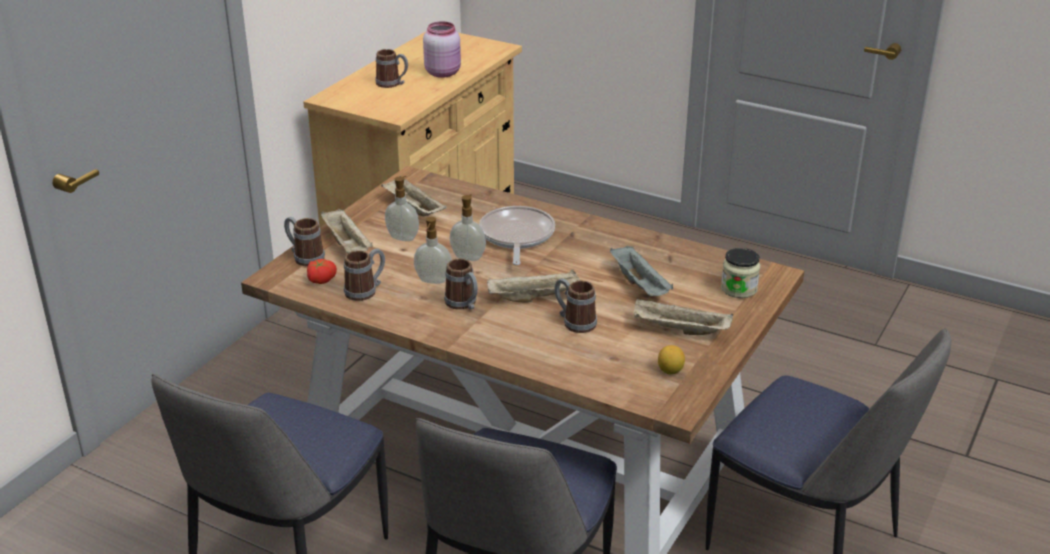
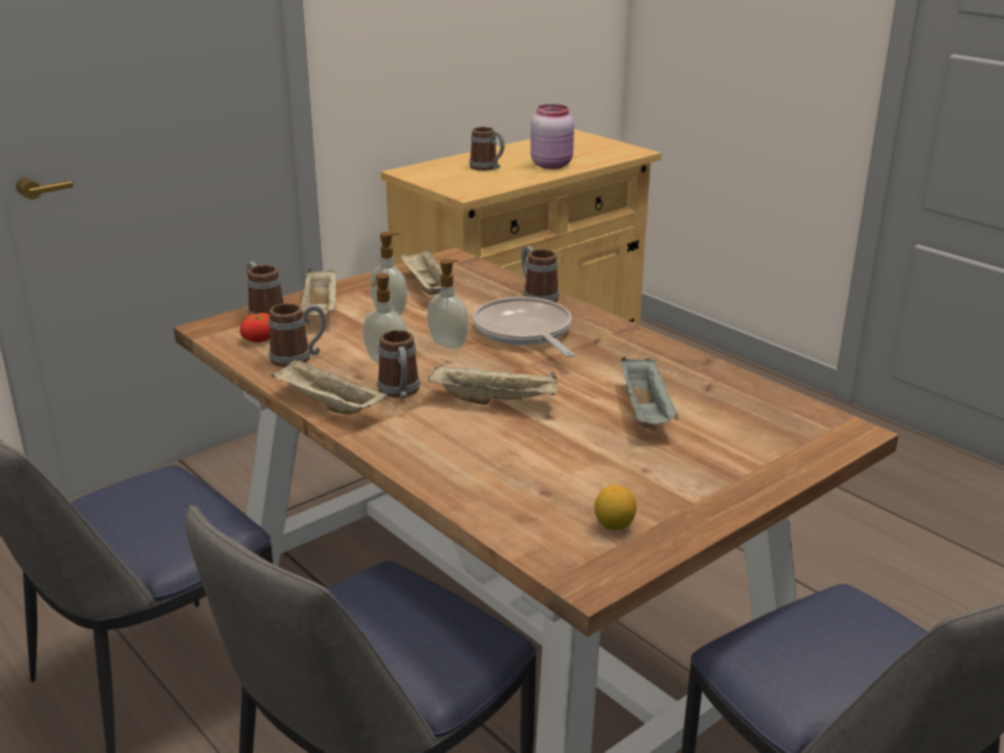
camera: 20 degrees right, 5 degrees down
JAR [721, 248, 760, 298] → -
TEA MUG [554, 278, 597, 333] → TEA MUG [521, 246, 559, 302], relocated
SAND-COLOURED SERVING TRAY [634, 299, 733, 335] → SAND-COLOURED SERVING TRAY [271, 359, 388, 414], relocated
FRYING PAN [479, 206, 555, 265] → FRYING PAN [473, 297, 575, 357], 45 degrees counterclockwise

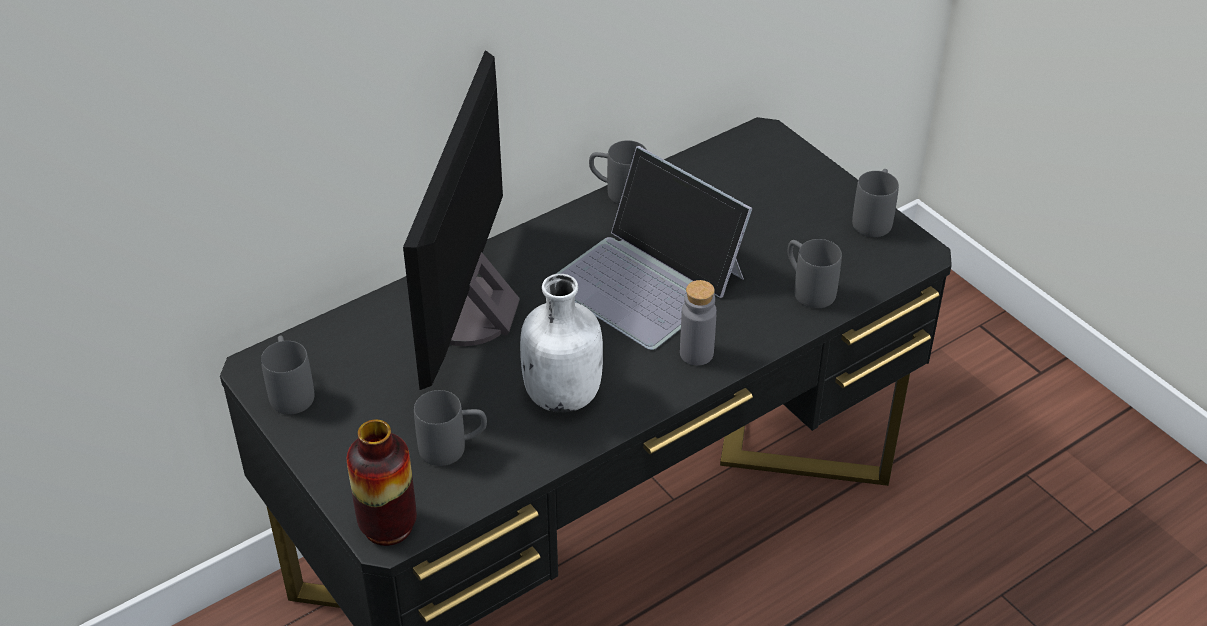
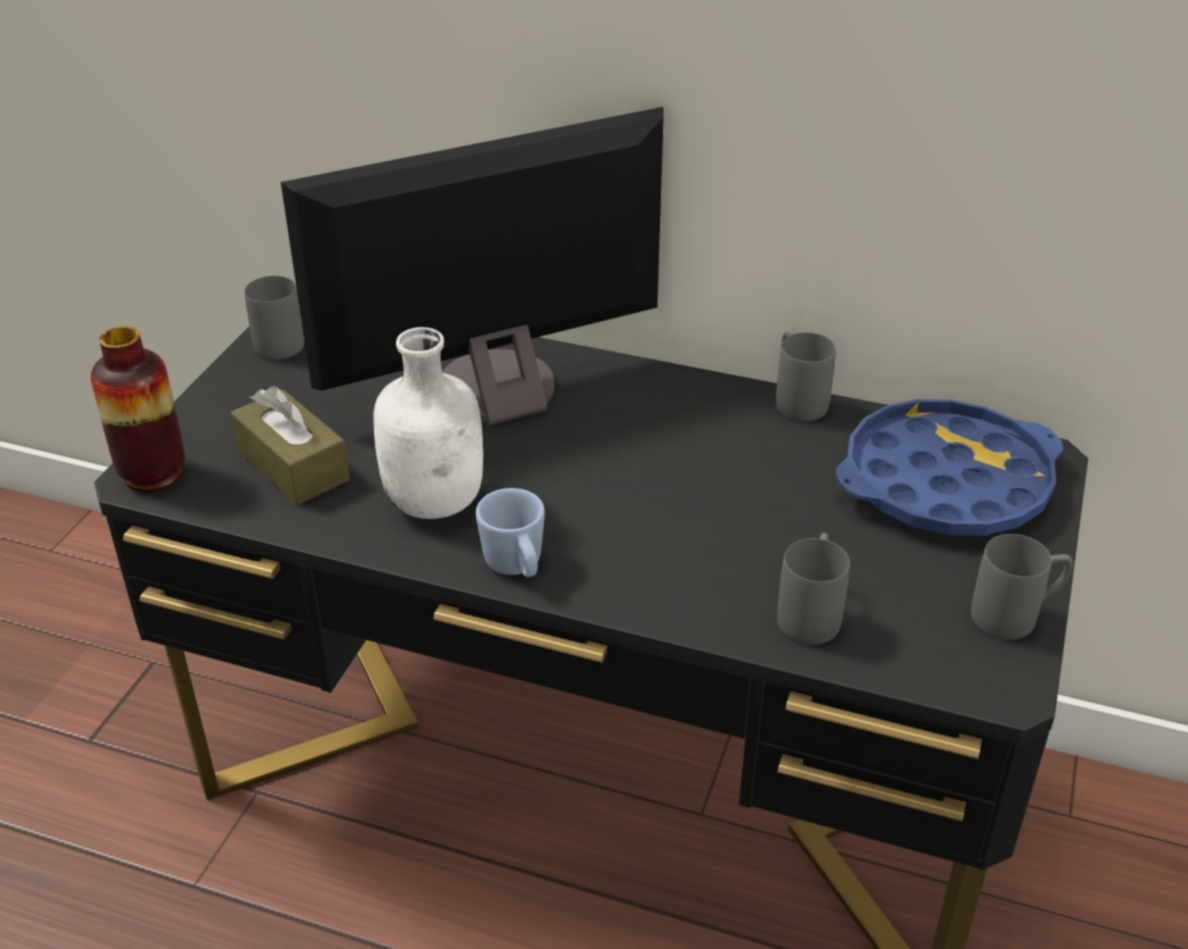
camera: 55 degrees right, 5 degrees down
PORTABLE COMPUTER [556, 146, 753, 350] → -
GRAY BEVERAGE BOTTLE [680, 280, 717, 366] → -
- → BLUE TEA MUG [476, 488, 545, 577]
- → BLUE SERVING TRAY [836, 399, 1063, 536]
GRAY TEA MUG [414, 390, 487, 466] → BROWN-COLOURED TISSUE HOLDER [231, 386, 350, 505]

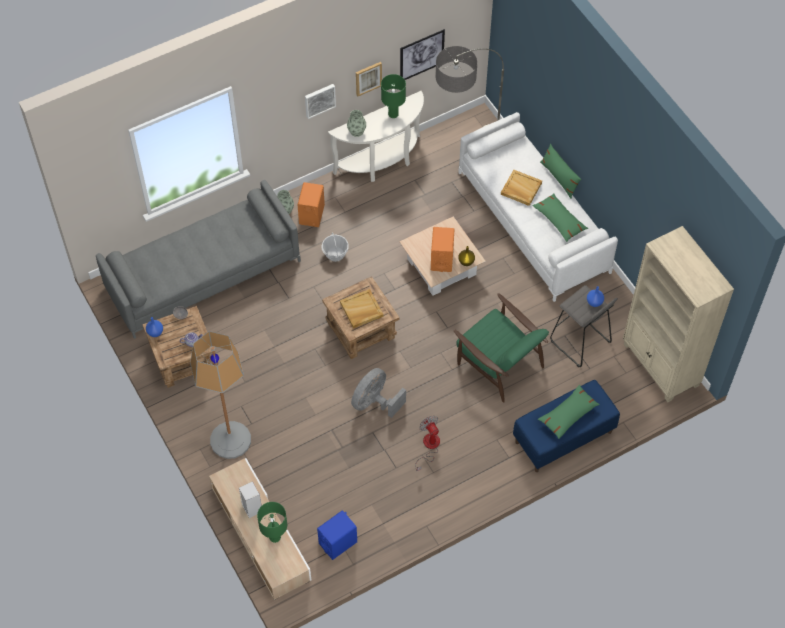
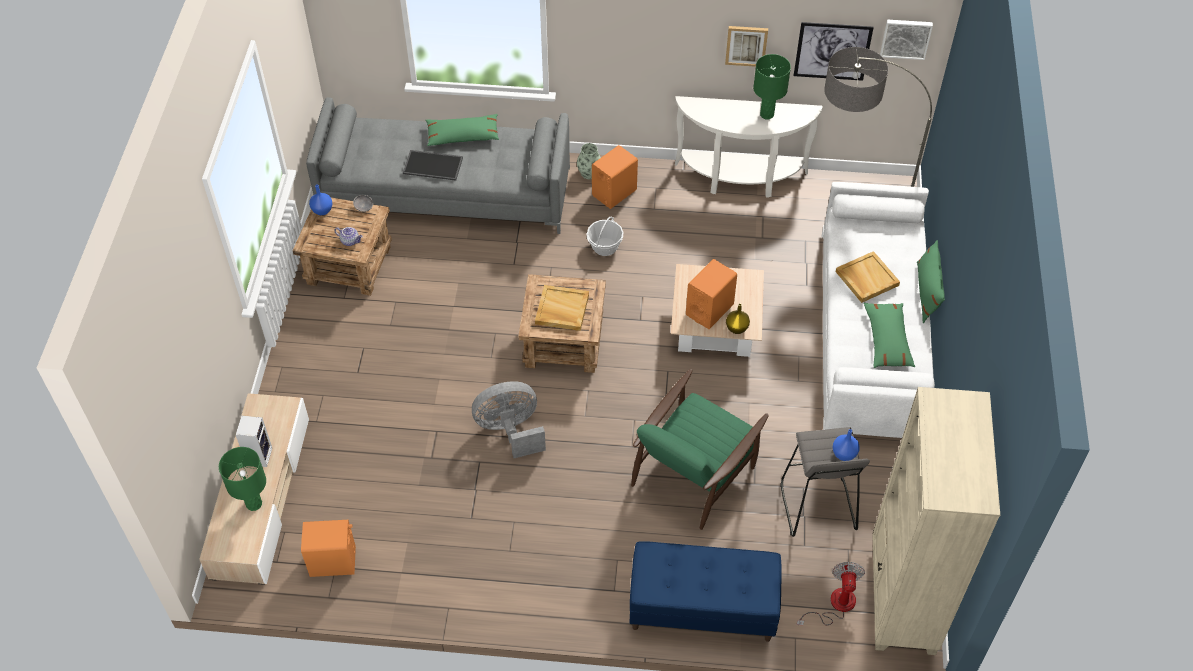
camera: 35 degrees right, 5 degrees down
STANDING LAMP [190, 331, 251, 459] → -
FLOWER VASE [347, 110, 366, 137] → -
- → SERVING TRAY [403, 150, 463, 181]
PICTURE [305, 84, 336, 119] → PICTURE [880, 20, 933, 60], relocated
COOLING FAN [415, 416, 440, 471] → COOLING FAN [796, 562, 865, 625], relocated
GREENISH CUSHION [538, 385, 600, 439] → GREENISH CUSHION [425, 114, 499, 146], relocated
BLUE SPEAKER [317, 510, 357, 560] → ORANGE-COLOURED SPEAKER [301, 520, 356, 577]
GREENISH ARMCHAIR [454, 293, 549, 402] → GREENISH ARMCHAIR [631, 369, 769, 530], 45 degrees clockwise

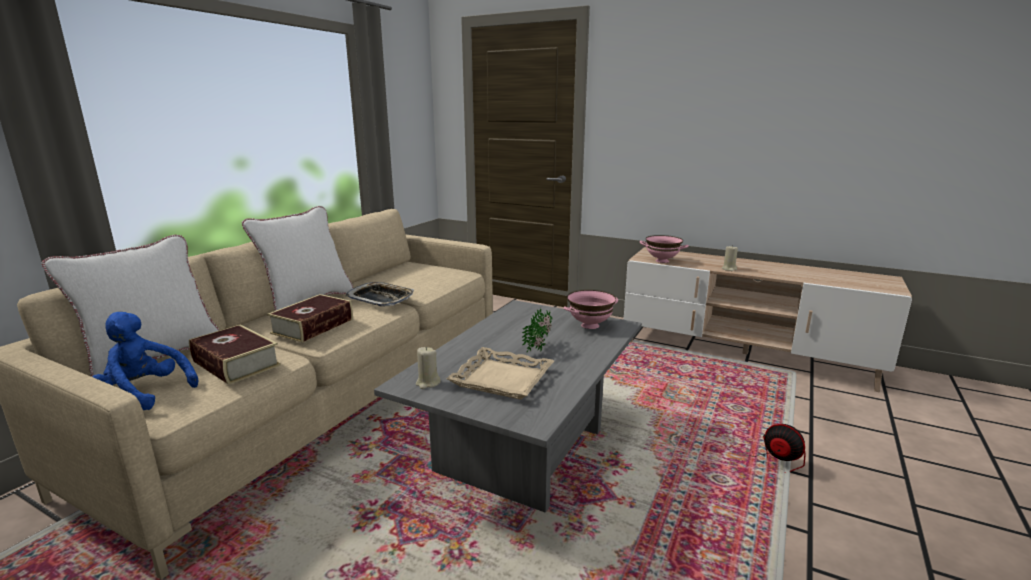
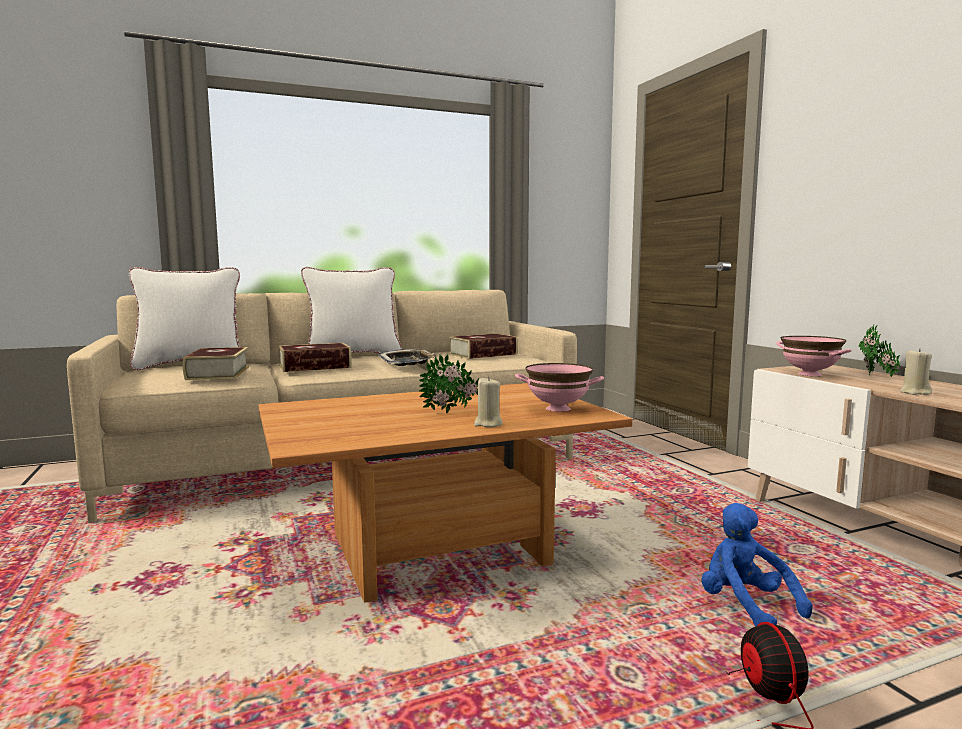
camera: 40 degrees right, 10 degrees down
SAND-COLOURED SERVING TRAY [446, 347, 554, 400] → -
- → BOOK [449, 333, 518, 359]
- → POTTED PLANT [859, 324, 901, 377]
BLUE CUDDLY TOY [92, 312, 198, 410] → BLUE CUDDLY TOY [701, 503, 813, 627], relocated
SAND-COLOURED CANDLE [416, 347, 441, 389] → SAND-COLOURED CANDLE [474, 376, 503, 427], relocated
GRAY LOUNGE TABLE [374, 300, 642, 513] → BROWN-COLOURED LOUNGE TABLE [259, 383, 632, 603]

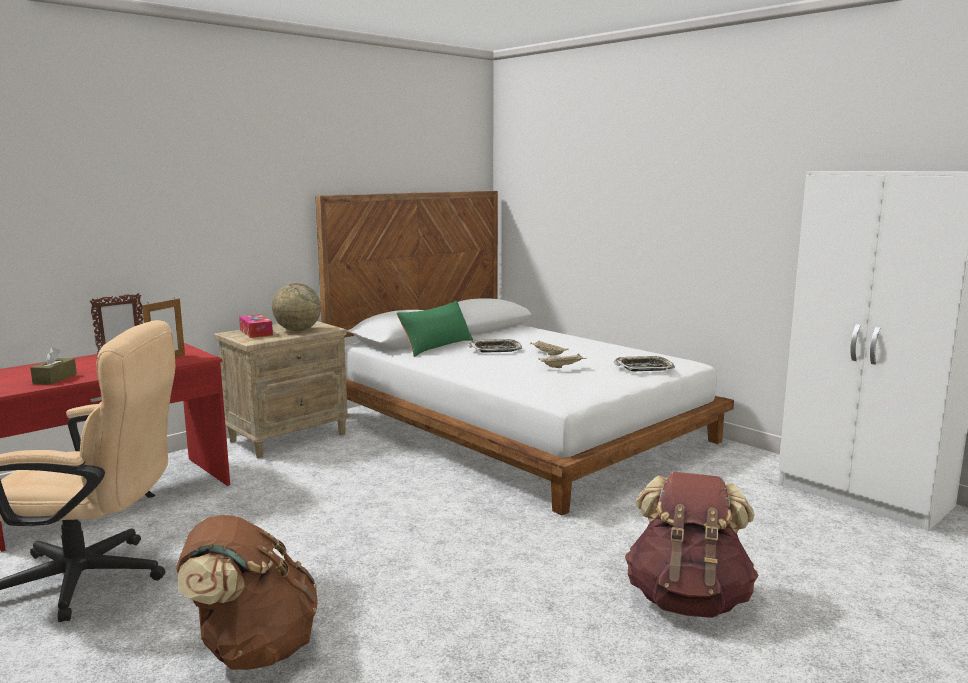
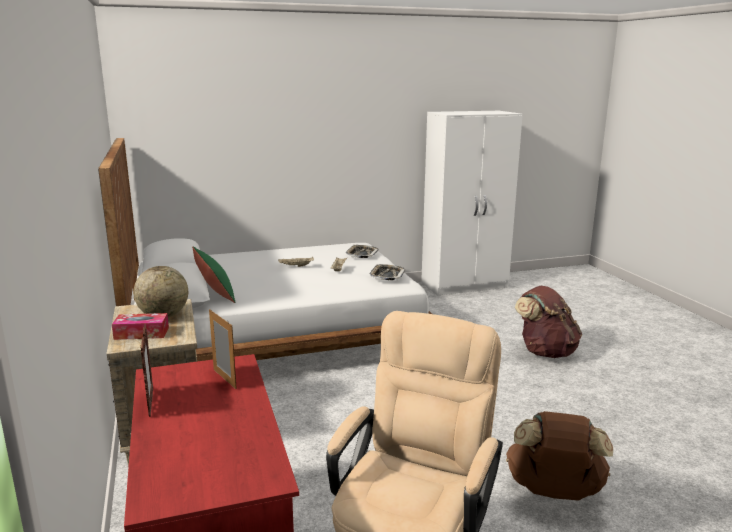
camera: 65 degrees left, 5 degrees up
BROWN-COLOURED TISSUE HOLDER [30, 347, 77, 385] → -
SERVING TRAY [468, 339, 522, 353] → SERVING TRAY [370, 264, 405, 280], relocated

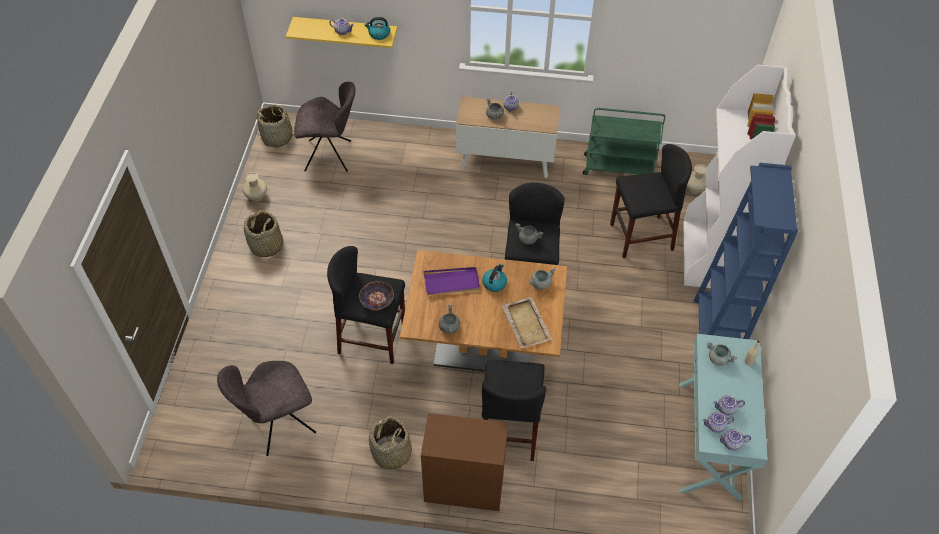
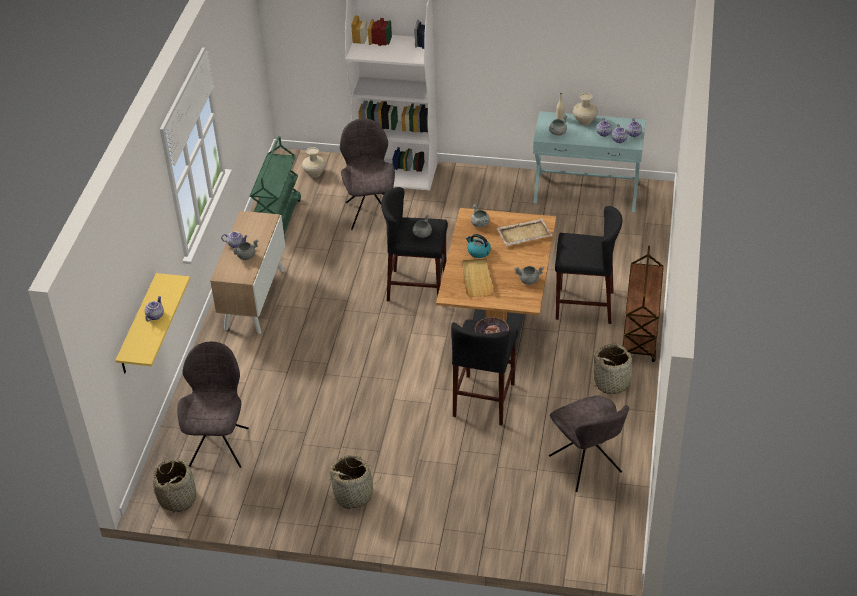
camera: 85 degrees left, 10 degrees down
KETTLE [365, 17, 390, 40] → -
BLUE BOOKCASE [694, 163, 798, 339] → -
SAND-COLOURED FLOWER VASE [242, 172, 267, 202] → SAND-COLOURED FLOWER VASE [573, 93, 598, 125], relocated
BROWN-COLOURED CABINET [421, 413, 508, 511] → BROWN-COLOURED TROLLEY [623, 246, 664, 362]
BLACKISH STOOL [610, 144, 692, 258] → GRAY CHAIR [340, 118, 395, 230]
PURPLE SERVING TRAY [423, 267, 480, 295] → SAND-COLOURED SERVING TRAY [462, 258, 495, 297]

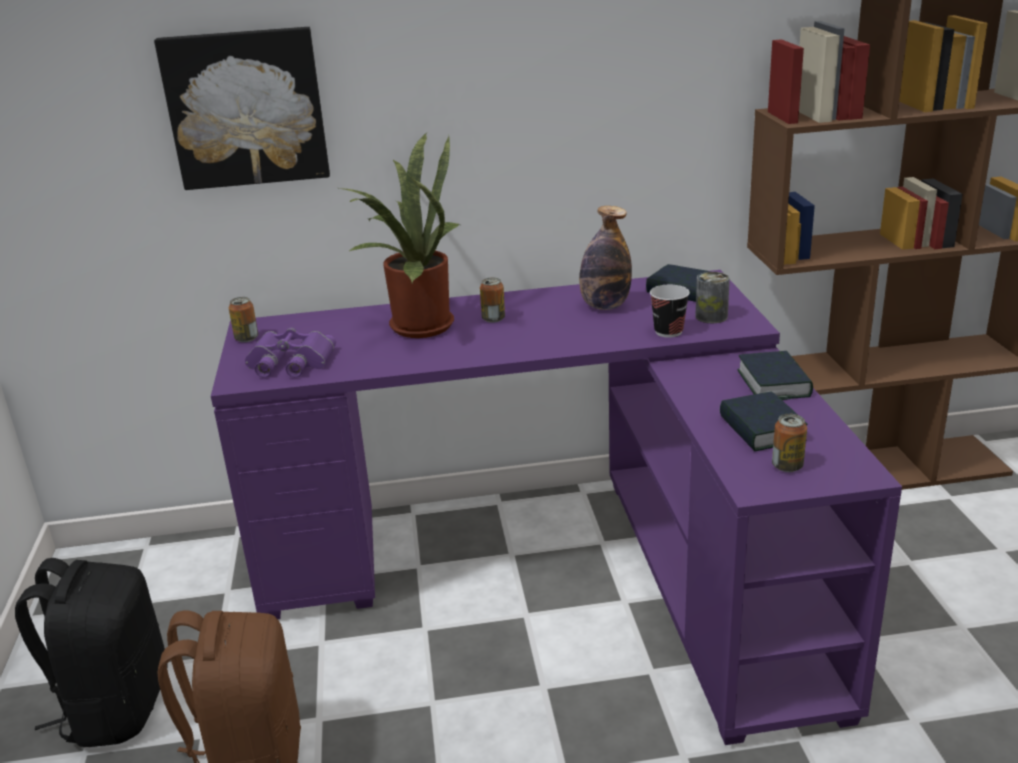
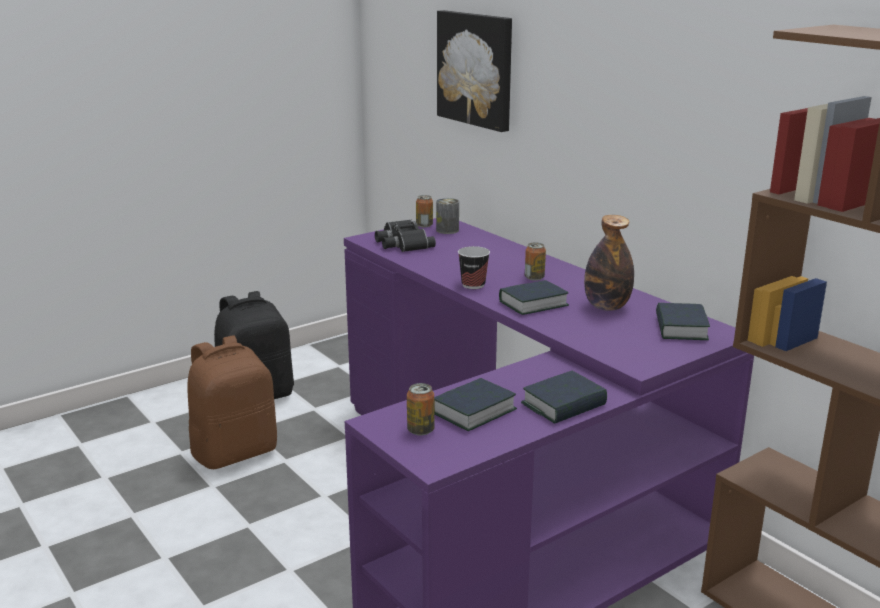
camera: 60 degrees right, 5 degrees down
POTTED PLANT [339, 134, 460, 338] → -
- → BOOK [499, 280, 569, 315]
SMALL CUP [650, 285, 690, 338] → SMALL CUP [458, 246, 490, 289], relocated
SEALED CAN [695, 272, 730, 323] → SEALED CAN [436, 198, 459, 234], relocated
PURPLE FIELD GLASSES [245, 328, 336, 378] → BLACKISH FIELD GLASSES [375, 220, 436, 252]

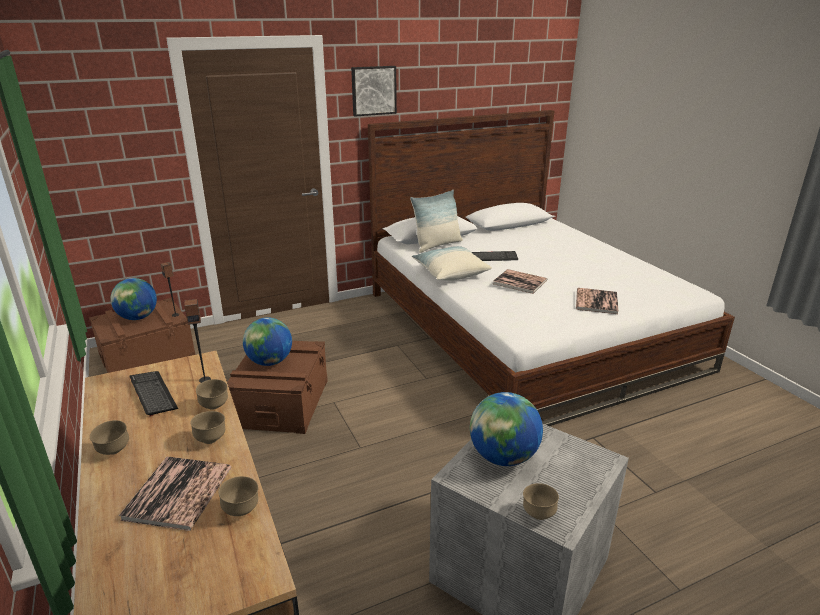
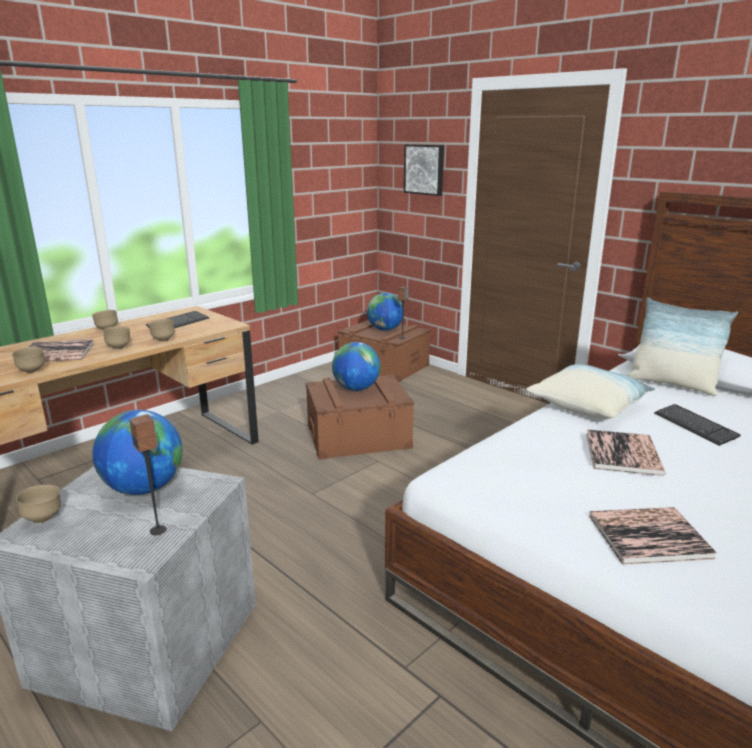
camera: 70 degrees right, 5 degrees down
SPEAKER [184, 299, 211, 383] → SPEAKER [129, 414, 167, 535], relocated
PICTURE [351, 66, 397, 116] → PICTURE [404, 144, 444, 196], relocated

